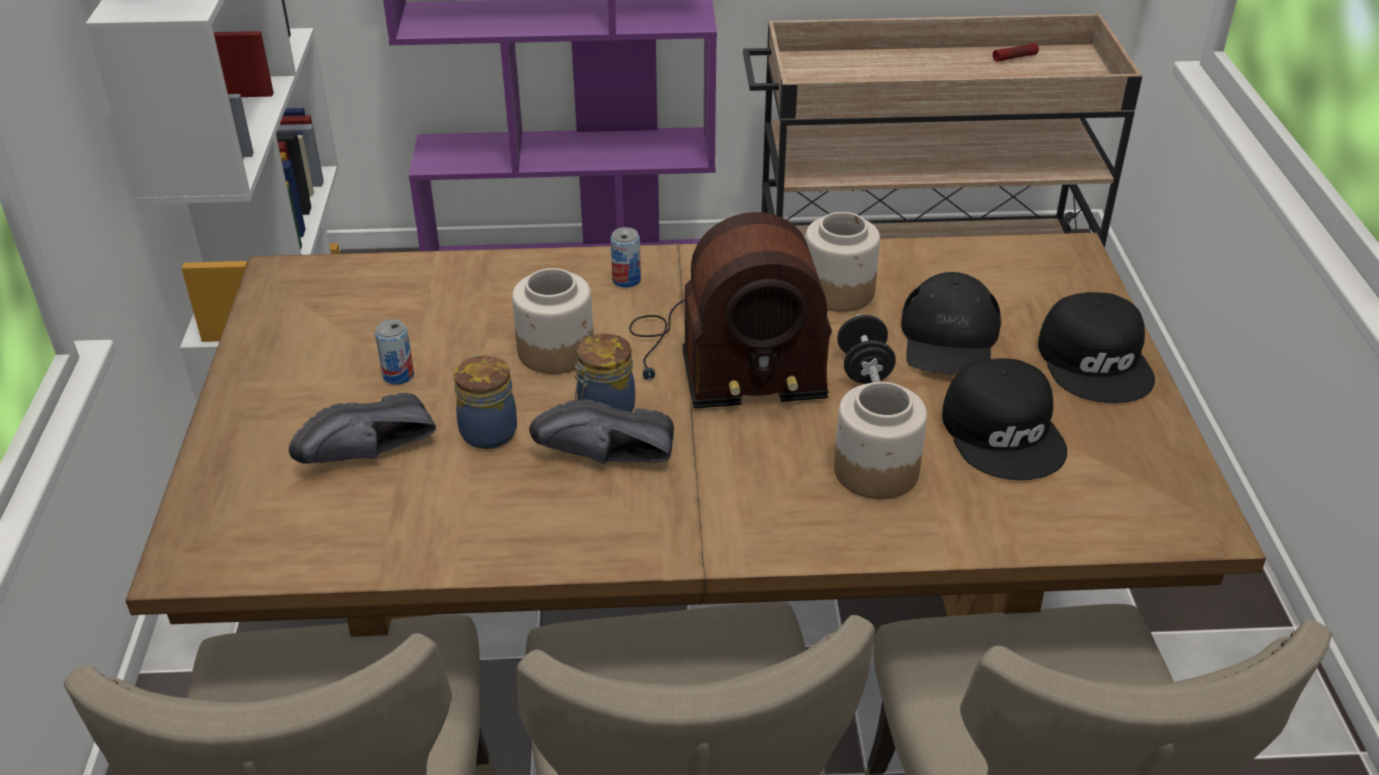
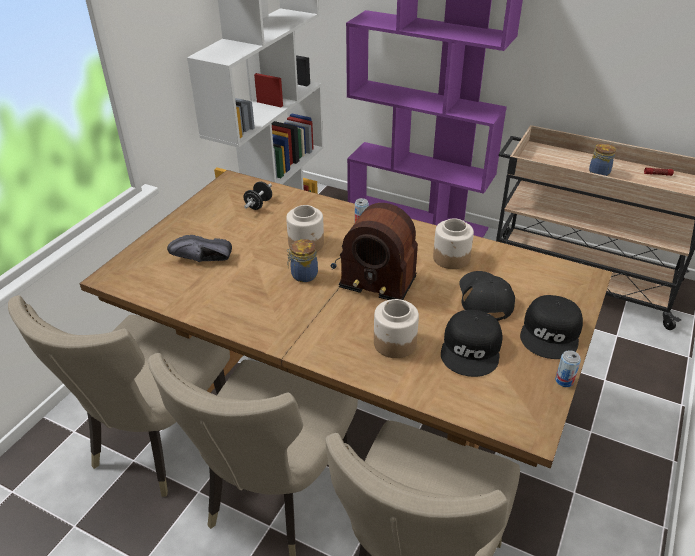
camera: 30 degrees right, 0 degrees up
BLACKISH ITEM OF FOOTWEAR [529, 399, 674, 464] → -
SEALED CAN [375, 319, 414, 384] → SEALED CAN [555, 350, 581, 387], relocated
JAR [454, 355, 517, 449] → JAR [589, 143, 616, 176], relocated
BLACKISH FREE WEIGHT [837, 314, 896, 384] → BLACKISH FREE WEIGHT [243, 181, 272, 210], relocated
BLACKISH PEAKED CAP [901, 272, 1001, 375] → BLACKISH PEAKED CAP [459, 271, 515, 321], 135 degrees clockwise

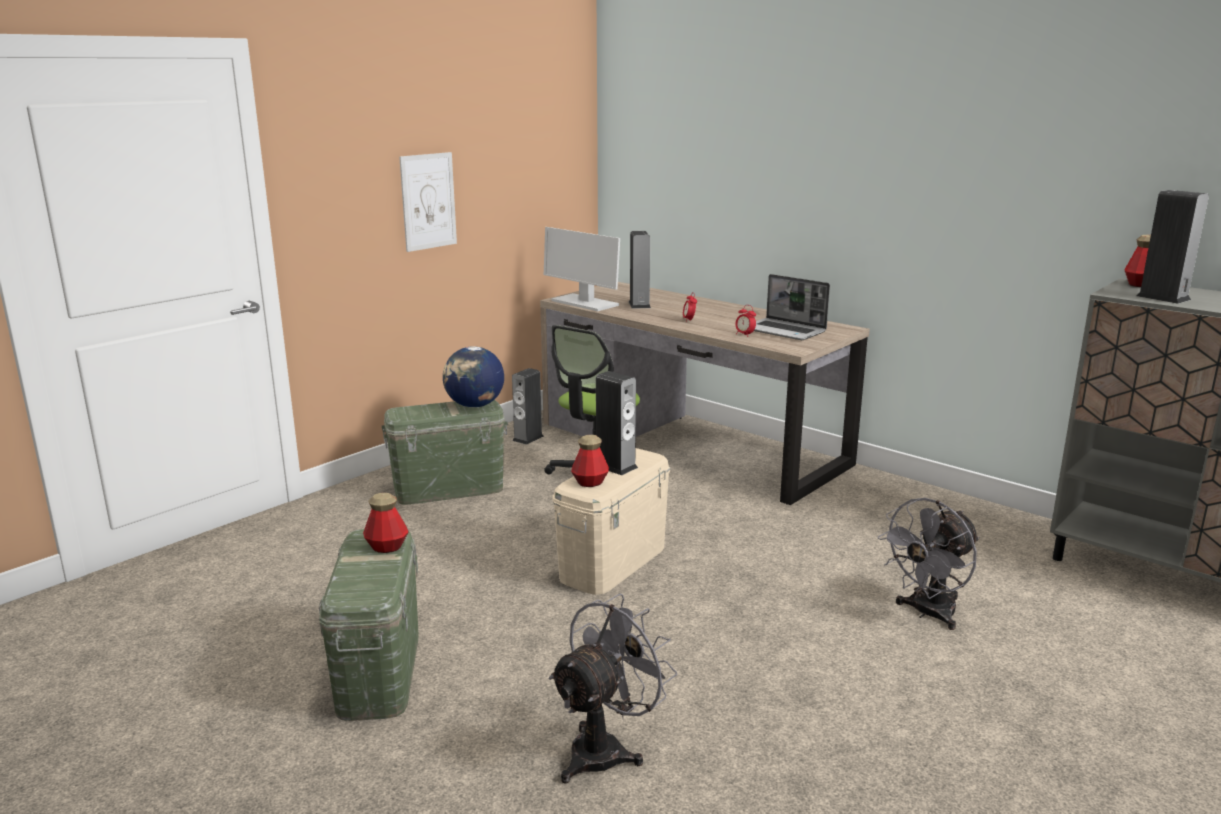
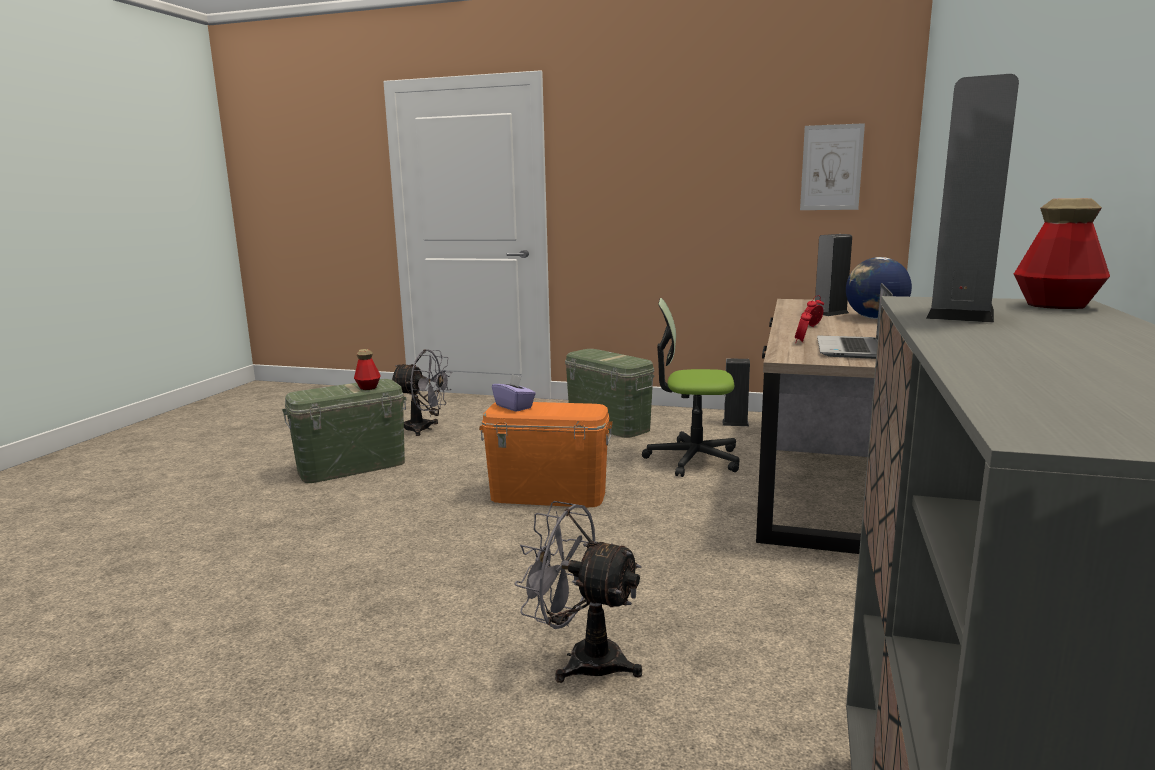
camera: 65 degrees right, 5 degrees down
COMPUTER DISPLAY [544, 227, 620, 311] → -
SPEAKER [596, 371, 638, 475] → -
PICTURE [399, 152, 457, 252] → PICTURE [800, 123, 865, 210], relocated
DESK GLOBE [443, 346, 504, 408] → DESK GLOBE [846, 257, 912, 319], relocated
GRAY COOLING FAN [549, 594, 677, 784] → GRAY COOLING FAN [392, 349, 452, 436], relocated
BEVERAGE BOTTLE [571, 435, 609, 487] → PURPLE TISSUE HOLDER [492, 374, 536, 412]
SAND-COLOURED STORAGE BOX [552, 448, 670, 595] → ORANGE-COLOURED STORAGE BOX [479, 402, 612, 507]

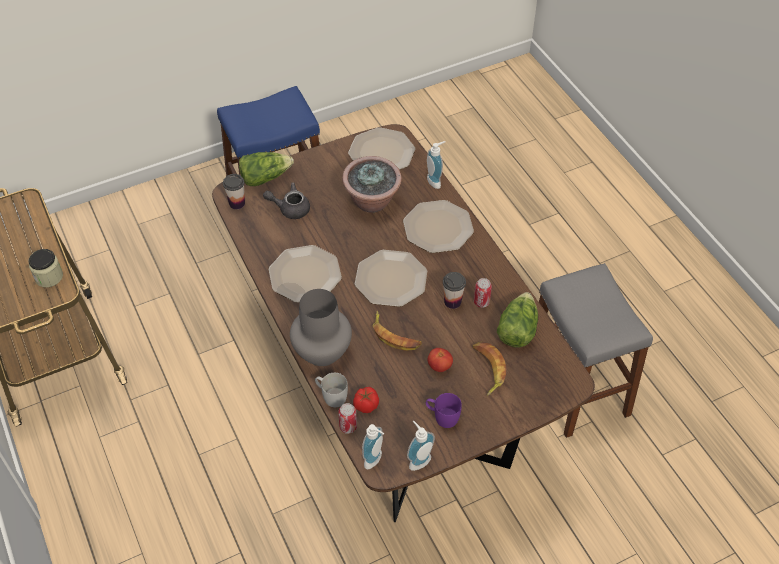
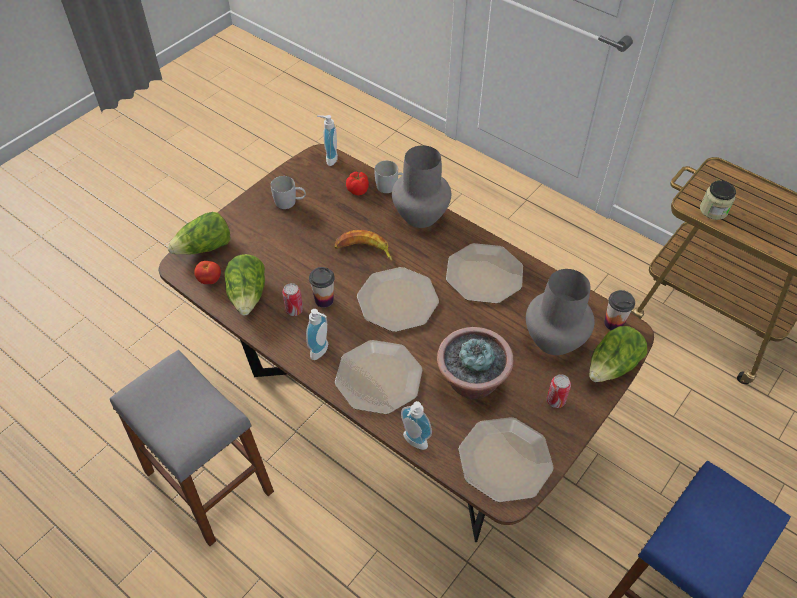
camera: 155 degrees right, 0 degrees up
BANANA FRUIT [473, 342, 506, 396] → -
- → HEAD OF LETTUCE [167, 212, 231, 255]
SEALED CAN [338, 403, 357, 434] → SEALED CAN [547, 374, 571, 408], relocated
LIQUID SOAP BOTTLE [407, 421, 435, 471] → LIQUID SOAP BOTTLE [306, 309, 328, 360], relocated
WHOLE TOMATO [427, 348, 453, 372] → WHOLE TOMATO [194, 261, 221, 284], relocated
GRAY POT FOR TEA [263, 182, 310, 219] → GRAY FLOWER VASE [526, 269, 595, 355]
PURPLE TEA MUG [426, 393, 462, 428] → WHITE TEA MUG [271, 176, 306, 209]

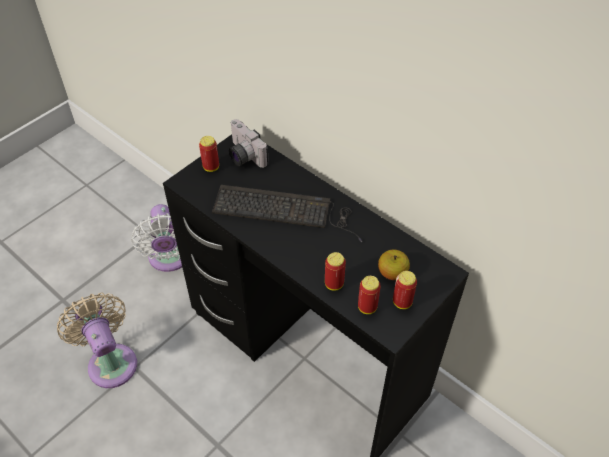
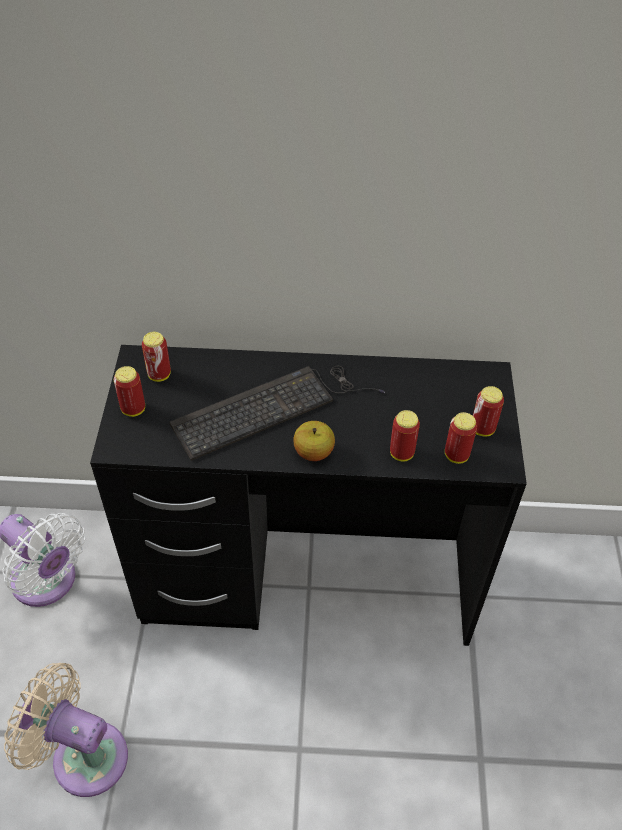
camera: 40 degrees left, 0 degrees up
APPLE FRUIT [378, 250, 410, 280] → APPLE FRUIT [293, 421, 335, 461], relocated
STILL CAMERA [229, 119, 269, 168] → SEALED CAN [142, 332, 171, 382]

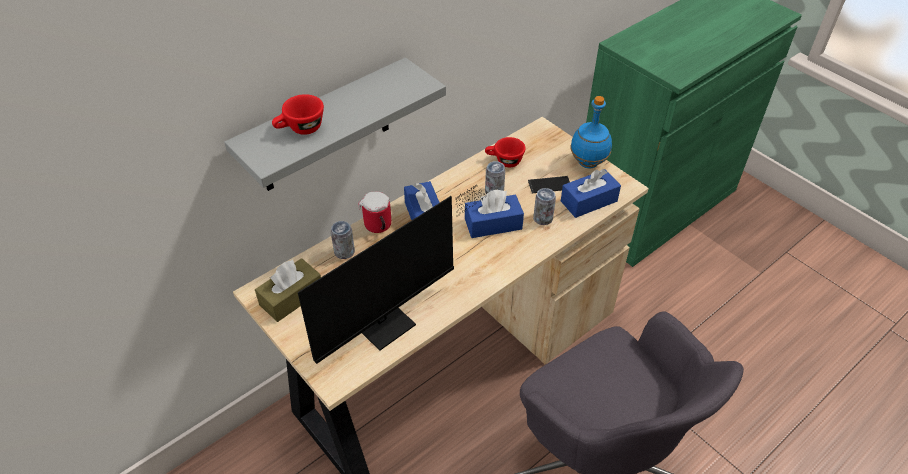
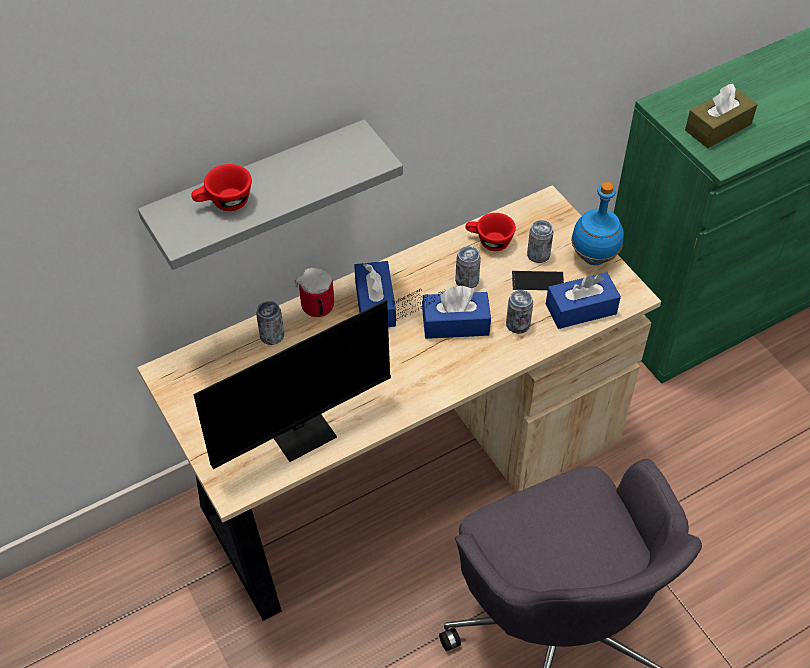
camera: 10 degrees right, 5 degrees up
- → SEALED CAN [527, 220, 553, 263]
BROWN-COLOURED TISSUE HOLDER [255, 258, 321, 322] → BROWN-COLOURED TISSUE HOLDER [685, 84, 758, 148], relocated

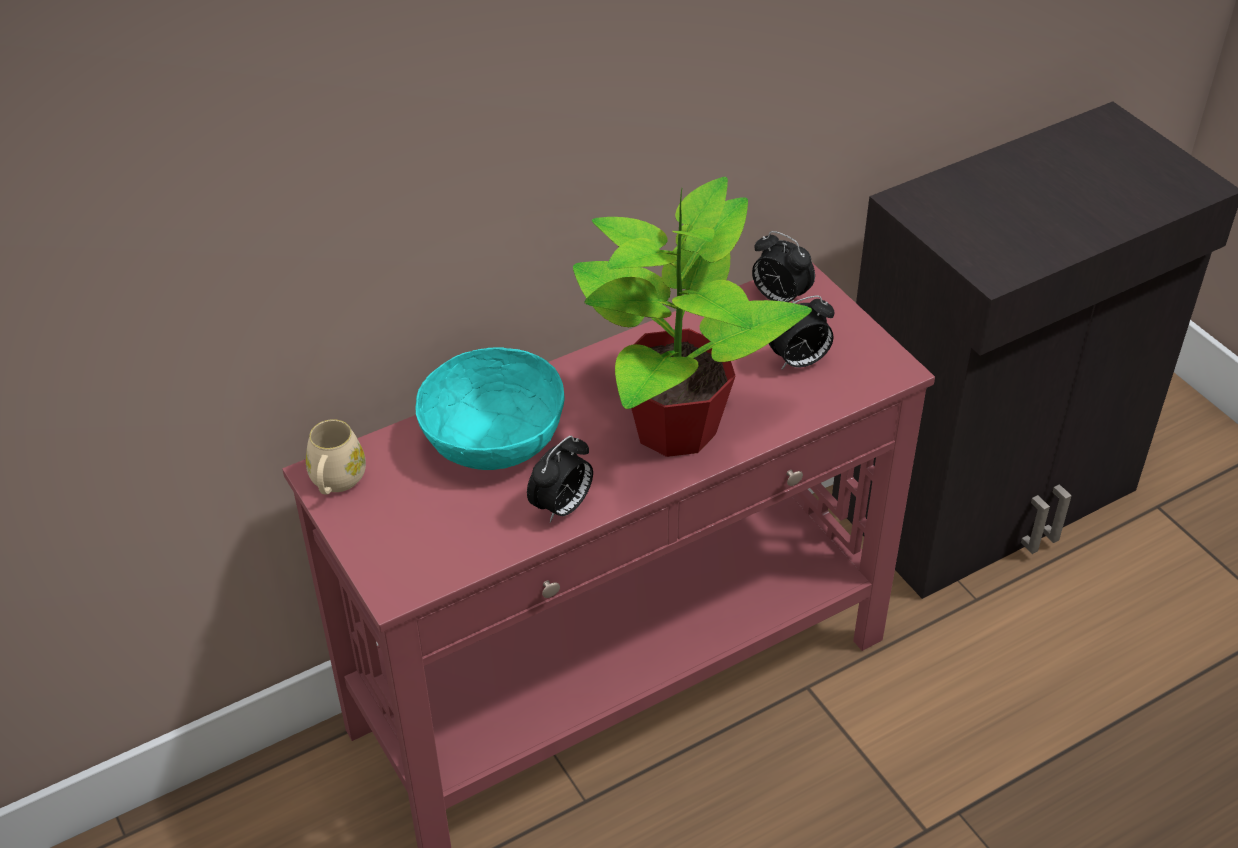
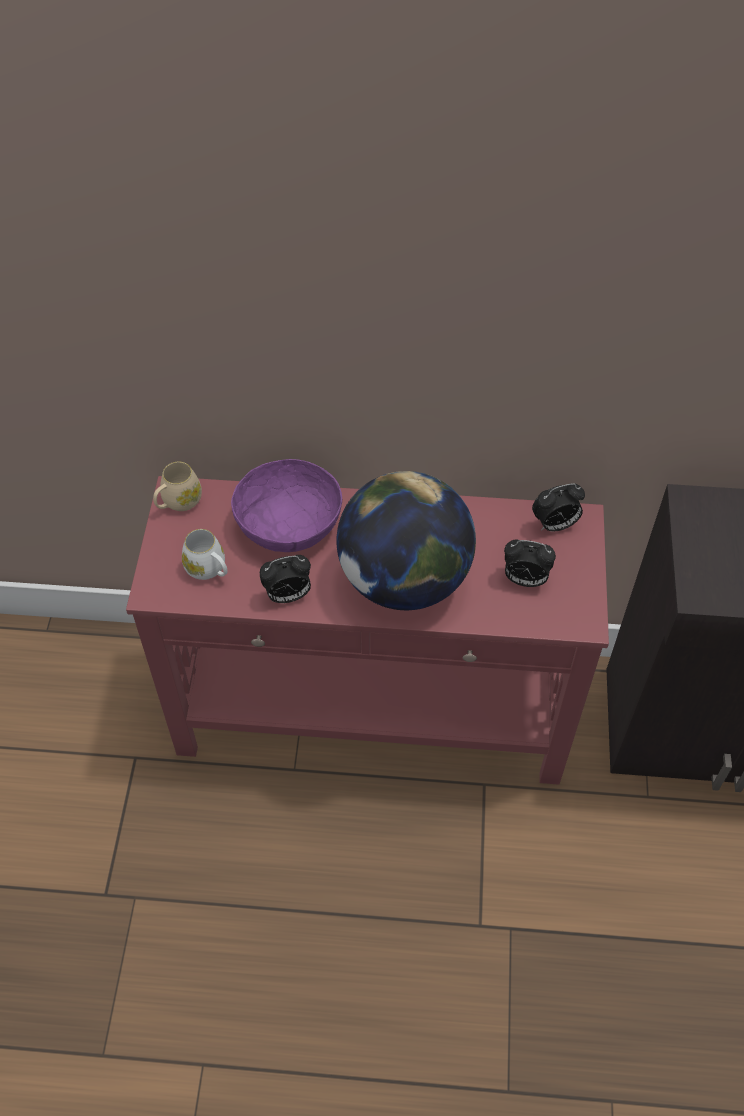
camera: 35 degrees right, 10 degrees up
- → WHITE TEA MUG [182, 529, 228, 580]
POTTED PLANT [573, 177, 812, 457] → DESK GLOBE [337, 471, 476, 610]
TURQUOISE-COLOURED BOWL [415, 348, 565, 470] → PURPLE BOWL [231, 459, 342, 552]
BEDSIDE CLOCK [752, 231, 815, 302] → BEDSIDE CLOCK [532, 483, 585, 531], 90 degrees counterclockwise

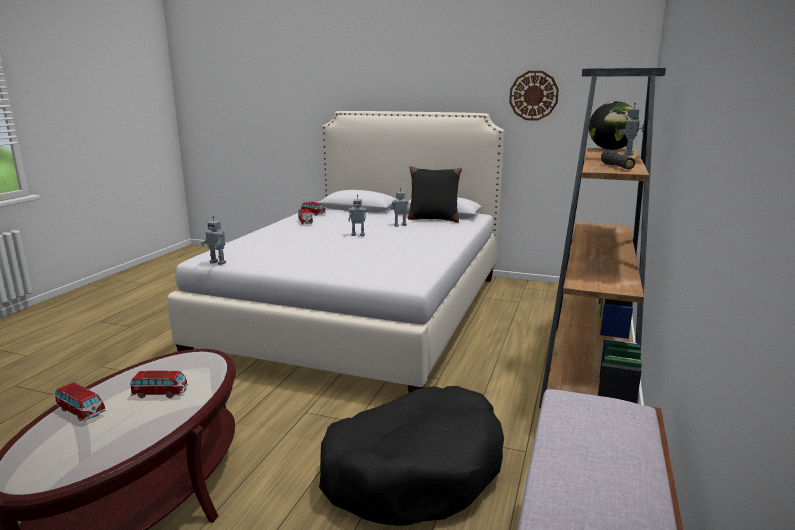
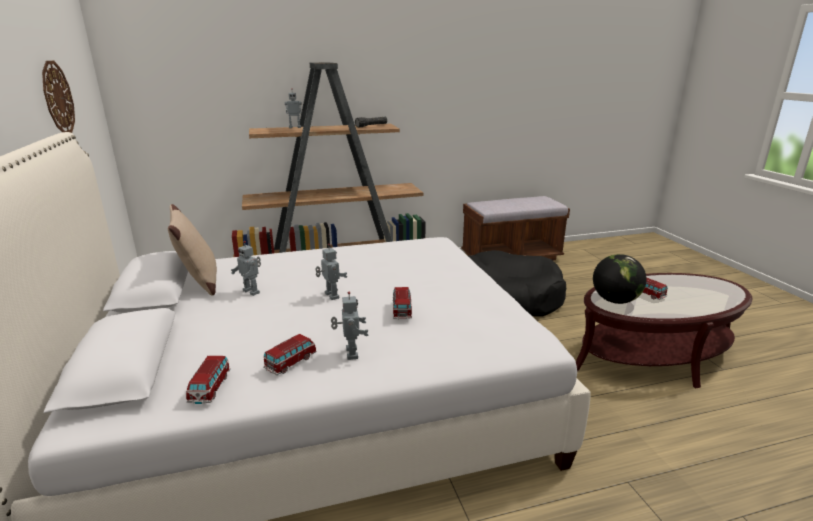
camera: 125 degrees left, 5 degrees up
MODEL CAR [55, 382, 106, 421] → MODEL CAR [393, 287, 412, 319], relocated
TOY ROBOT [201, 216, 226, 265] → TOY ROBOT [331, 291, 369, 360], relocated
DESK GLOBE [589, 101, 639, 150] → DESK GLOBE [593, 254, 647, 304], relocated
BLACKISH CUSHION [408, 166, 462, 223] → SAND-COLOURED CUSHION [168, 204, 217, 295]

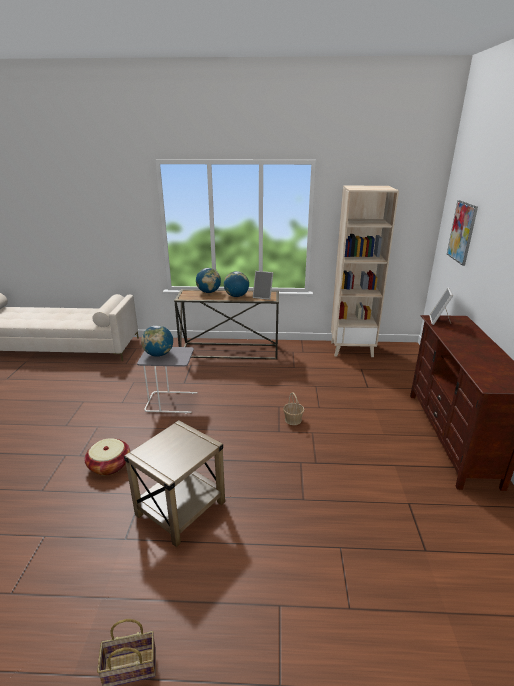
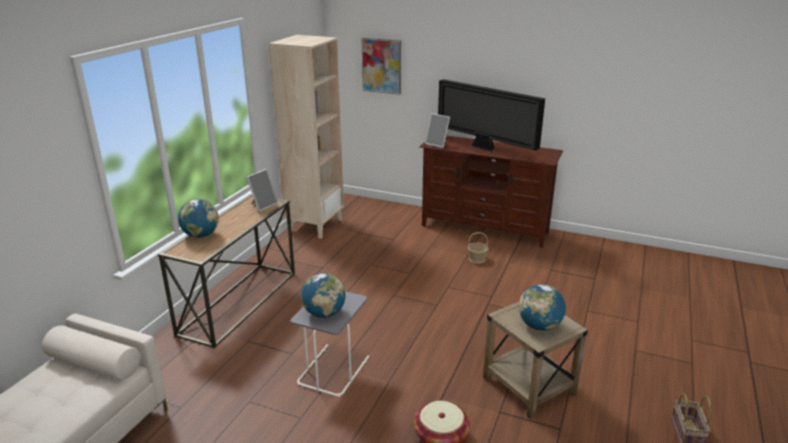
camera: 70 degrees left, 0 degrees up
- → TELEVISION [438, 79, 545, 151]
DESK GLOBE [224, 271, 249, 297] → DESK GLOBE [519, 284, 566, 331], relocated
STORAGE BASKET [283, 392, 304, 425] → STORAGE BASKET [468, 232, 489, 264], relocated

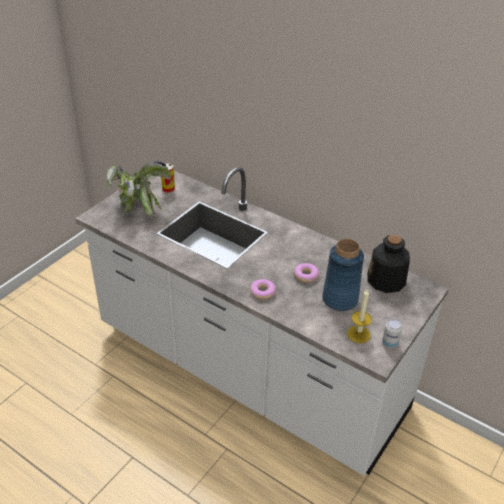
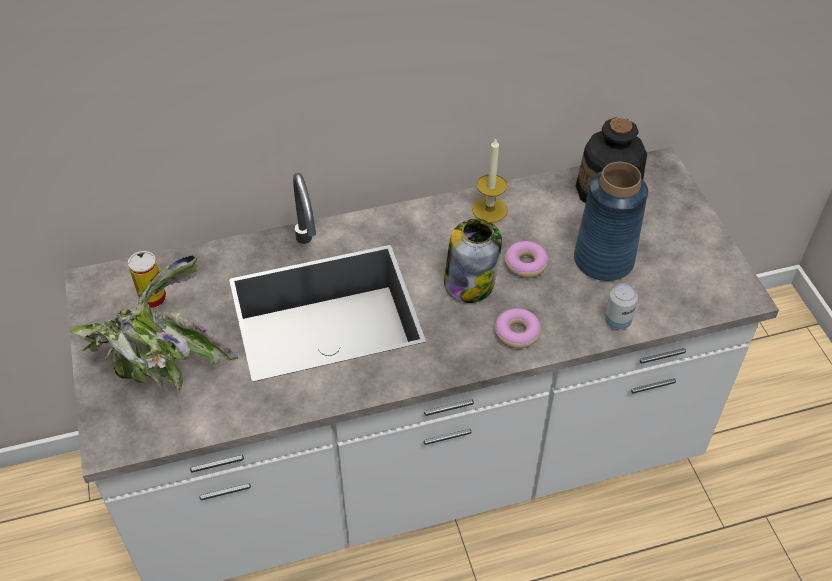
camera: 50 degrees left, 10 degrees up
- → JAR [444, 219, 502, 303]
CANDLE [347, 289, 372, 343] → CANDLE [472, 137, 508, 223], relocated
SEALED CAN [382, 319, 402, 348] → SEALED CAN [605, 283, 638, 330], relocated

